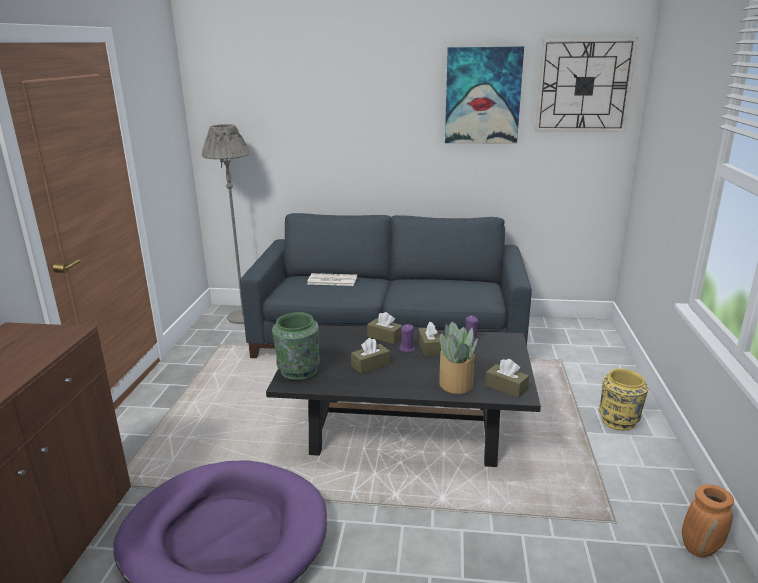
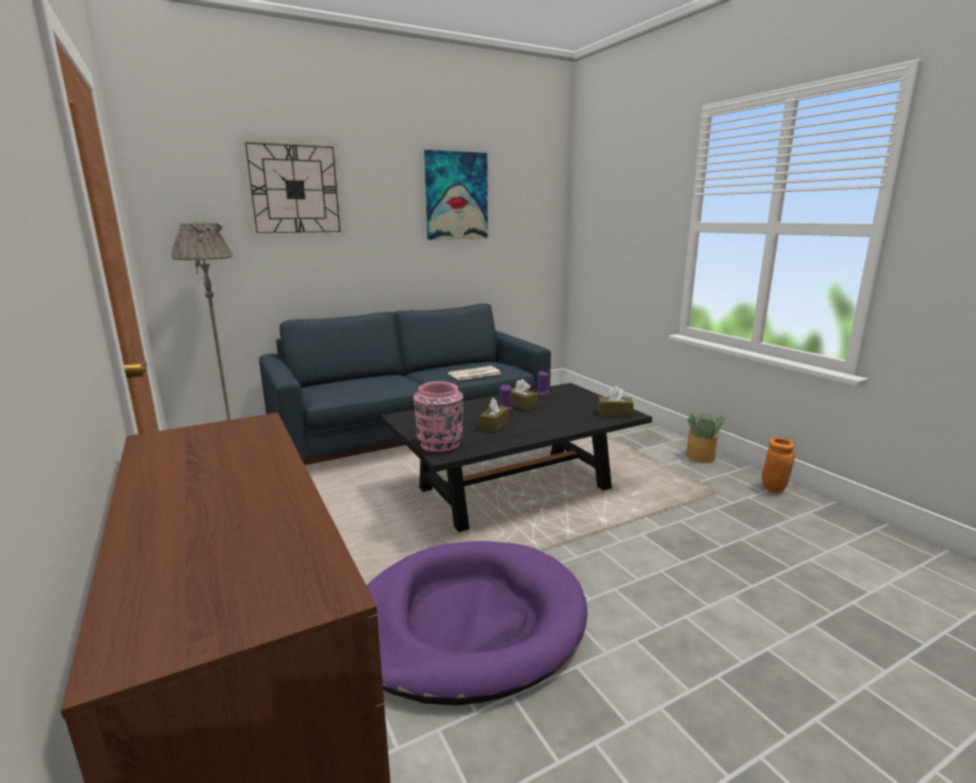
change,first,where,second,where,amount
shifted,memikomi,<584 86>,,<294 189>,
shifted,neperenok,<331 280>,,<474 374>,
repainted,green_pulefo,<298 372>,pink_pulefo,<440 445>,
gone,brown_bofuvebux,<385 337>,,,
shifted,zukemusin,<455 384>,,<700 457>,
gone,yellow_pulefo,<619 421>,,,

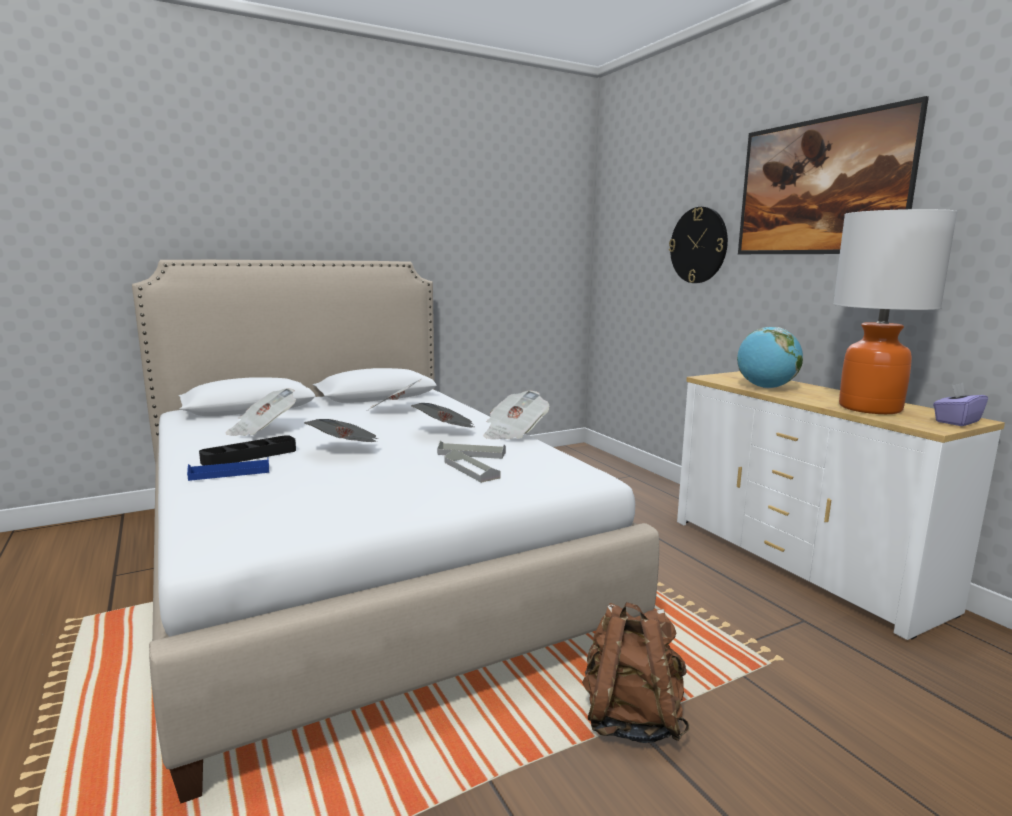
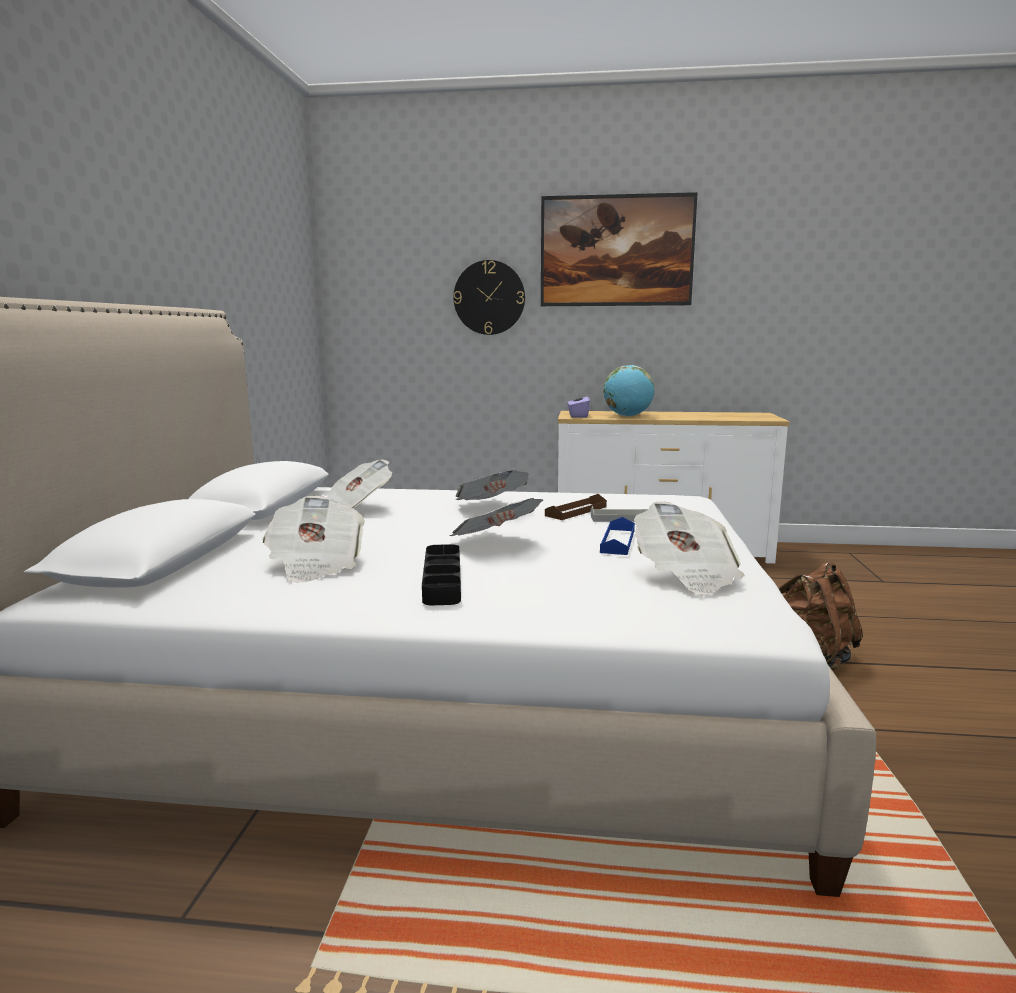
change,first,where,second,where,amount
gone,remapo,<870 408>,,,
shifted,purple_bofuvebux,<956 421>,,<578 416>,
shifted,neperenok,<513 433>,,<686 575>,
repainted,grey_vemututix,<471 453>,brown_vemututix,<576 511>,
shifted,blue_vemututix,<230 472>,,<617 541>,

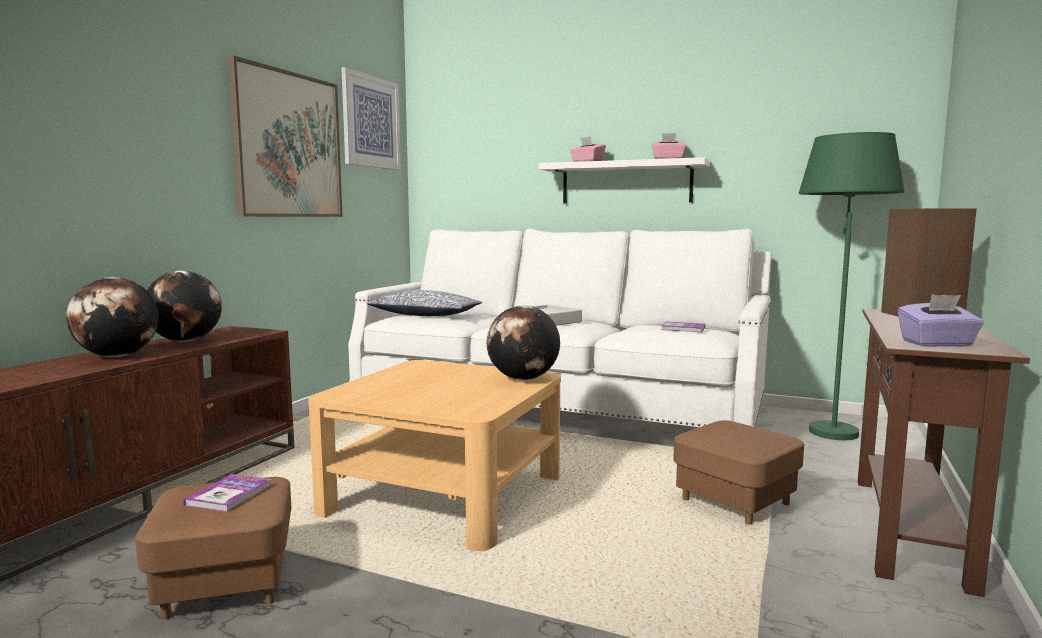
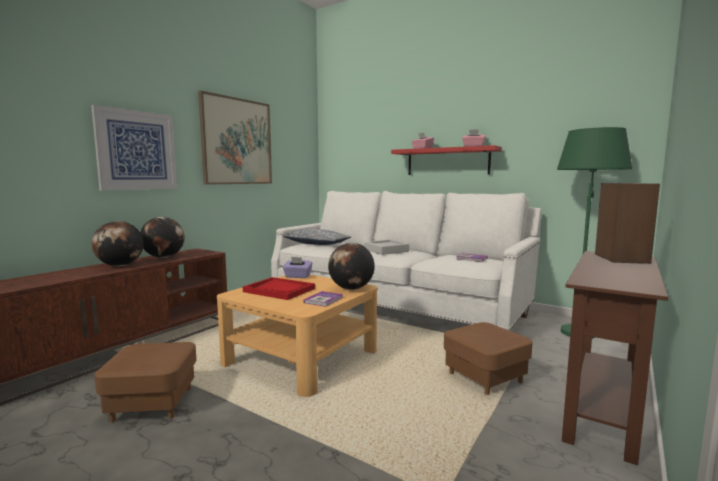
change,first,where,second,where,amount
shifted,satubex,<371 122>,,<137 150>,
repainted,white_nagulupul,<626 183>,red_nagulupul,<447 161>,
shifted,purple_bofuvebux,<937 344>,,<297 276>,
shifted,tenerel,<229 495>,,<323 300>,
new,,,red_vemututix,<279 290>,

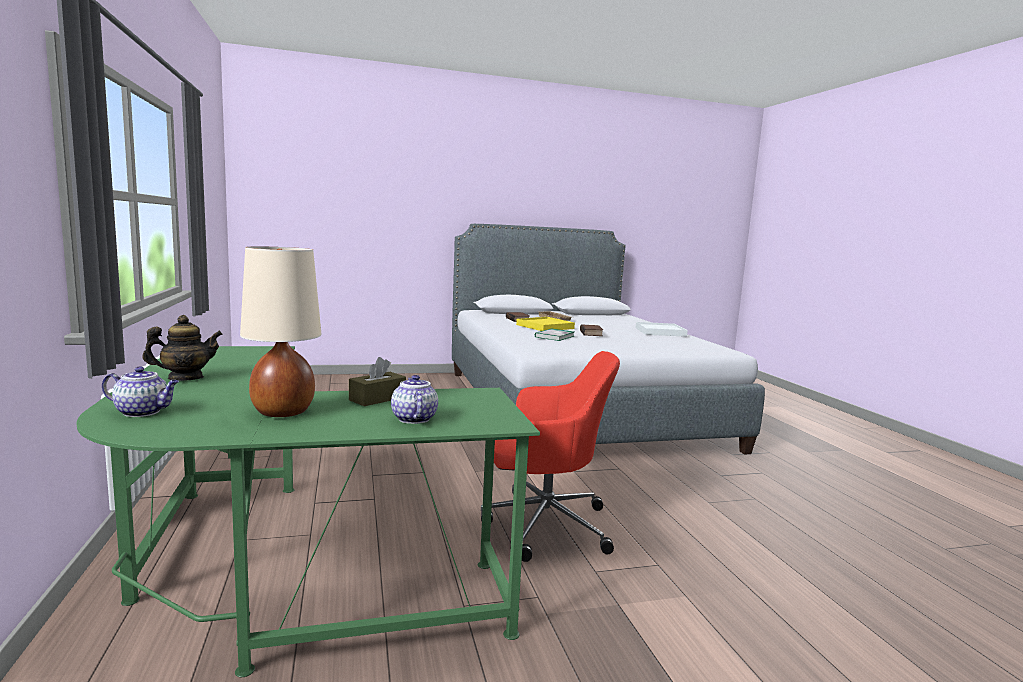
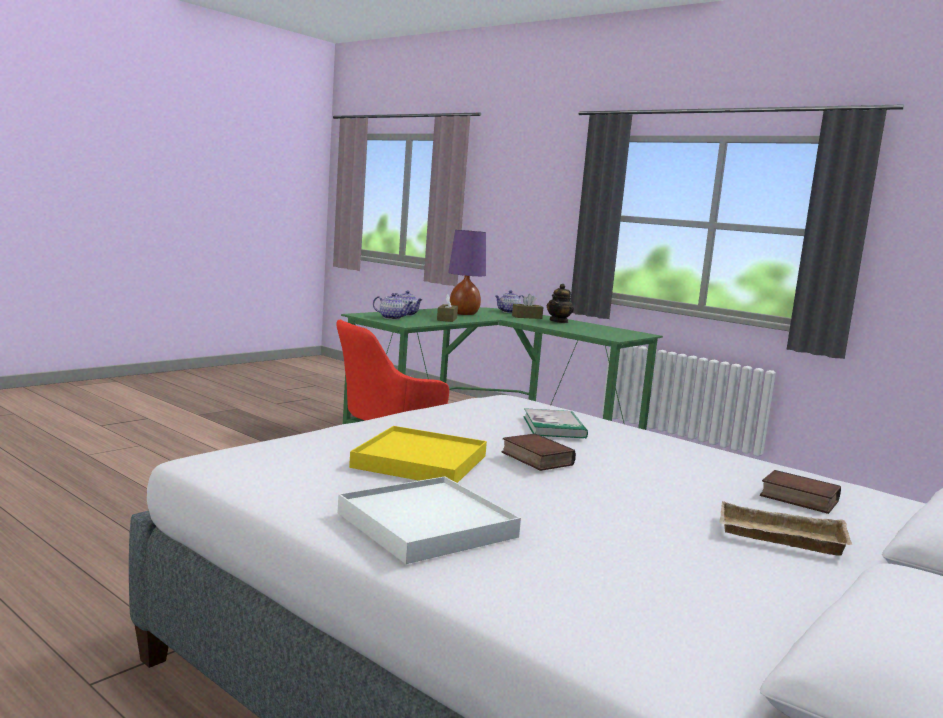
change,first,where,second,where,amount
repainted,beige_remapo,<282 412>,purple_remapo,<464 314>,
shifted,yellow_vemututix,<545 327>,,<420 461>,
new,,,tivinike,<392 318>,
new,,,brown_bofuvebux,<527 317>,

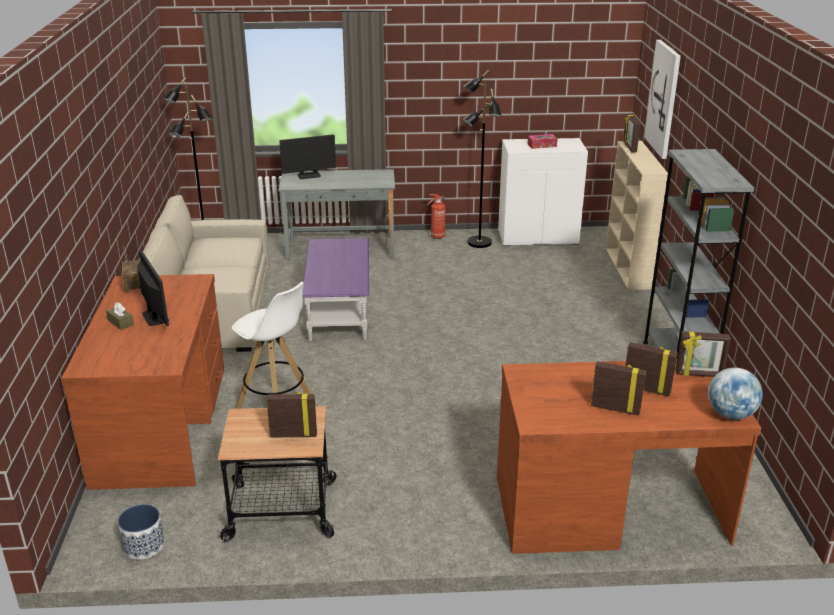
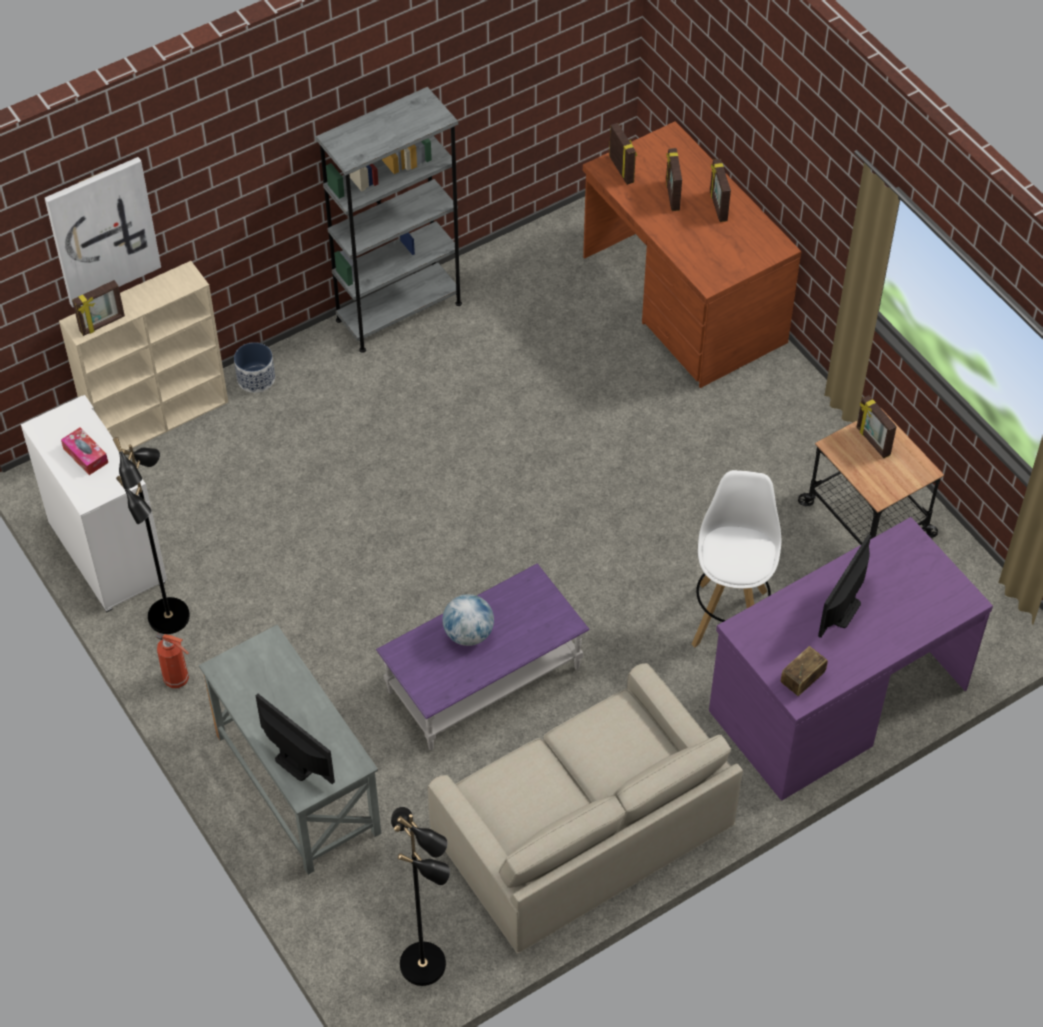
change,first,where,second,where,amount
repainted,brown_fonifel,<163 426>,purple_fonifel,<836 699>,
gone,brown_bofuvebux,<120 322>,,,
shifted,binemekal,<730 415>,,<468 634>,
shifted,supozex,<144 546>,,<256 378>,

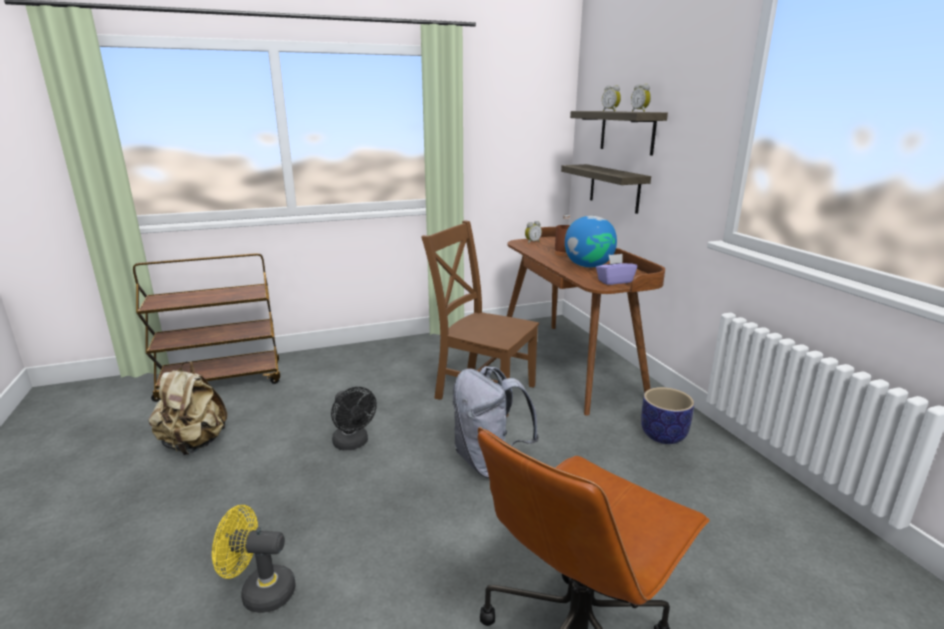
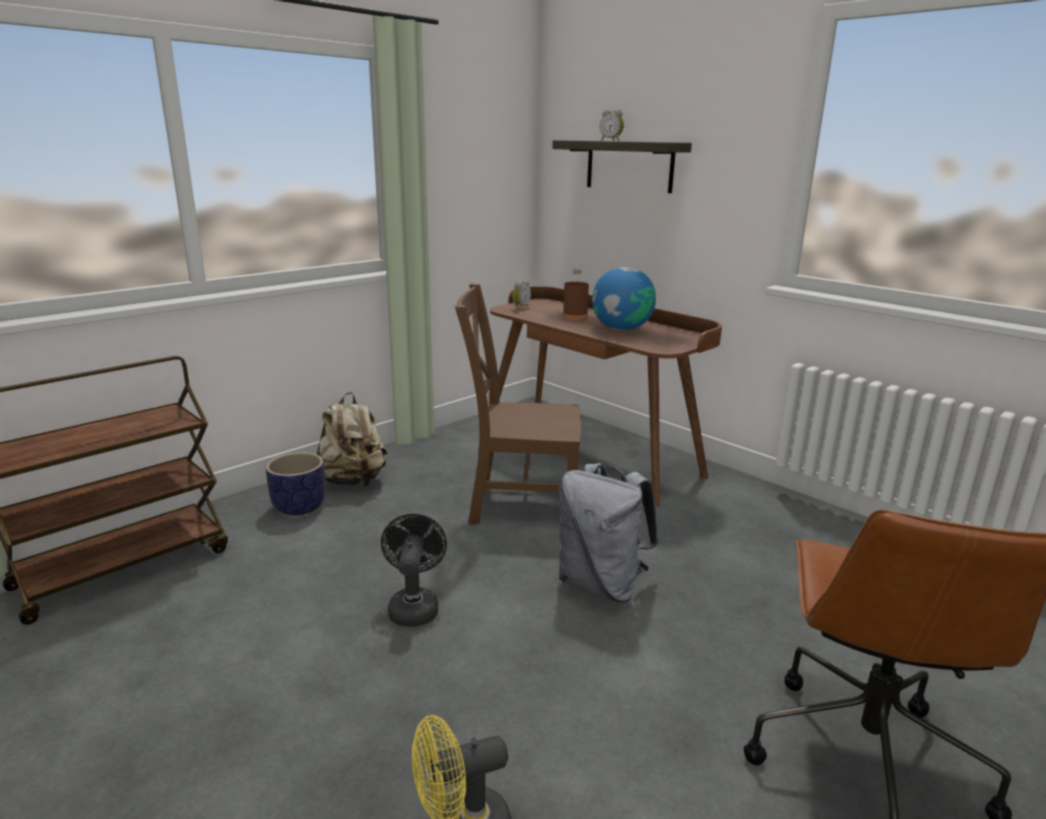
change,first,where,second,where,amount
gone,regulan,<640 111>,,,
gone,nagulupul,<614 188>,,,
gone,purple_bofuvebux,<614 281>,,,
shifted,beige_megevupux,<194 444>,,<353 481>,
rotated,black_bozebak,<353 444>,,<414 606>,120 degrees counterclockwise
shifted,supozex,<662 435>,,<298 507>,

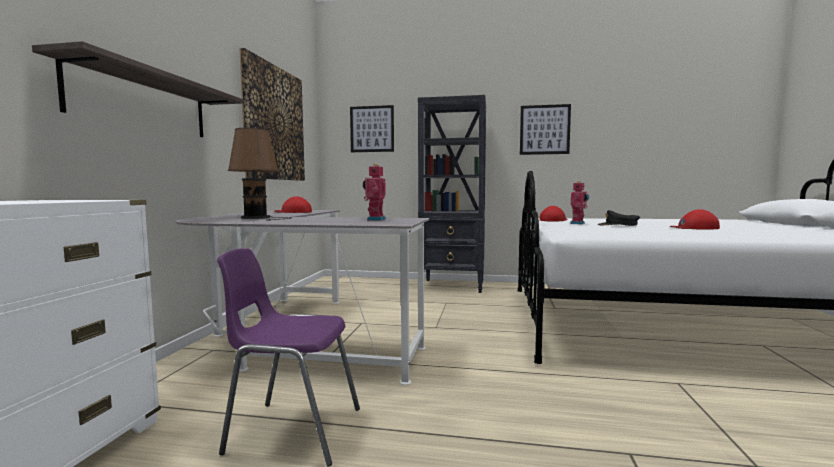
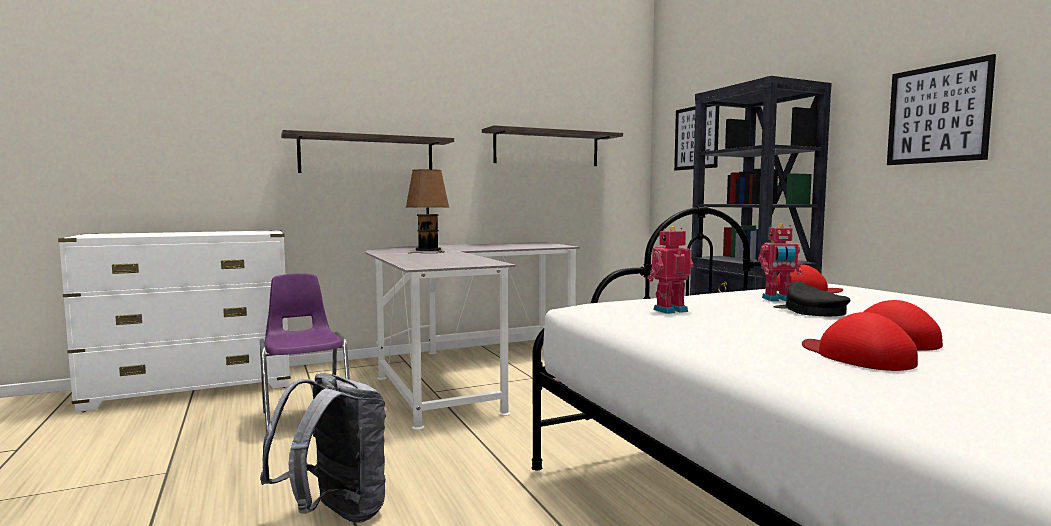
change,first,where,second,where,amount
swapped,satubex,<274 123>,nagulupul,<547 148>,
shifted,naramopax,<375 219>,,<669 310>,
shifted,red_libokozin,<293 212>,,<856 356>,
new,,,grey_megevupux,<334 514>,

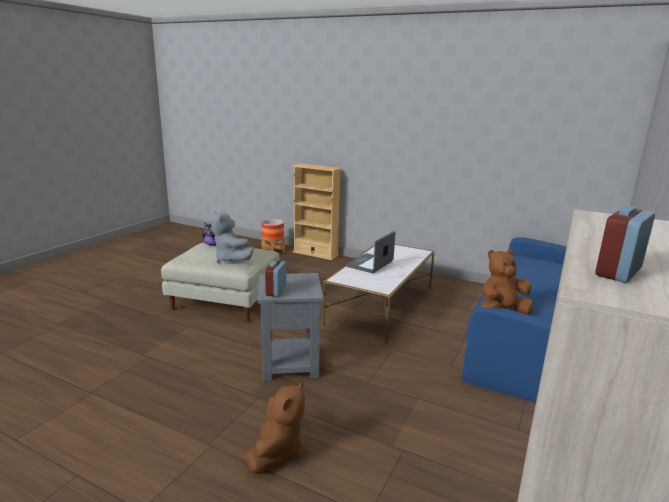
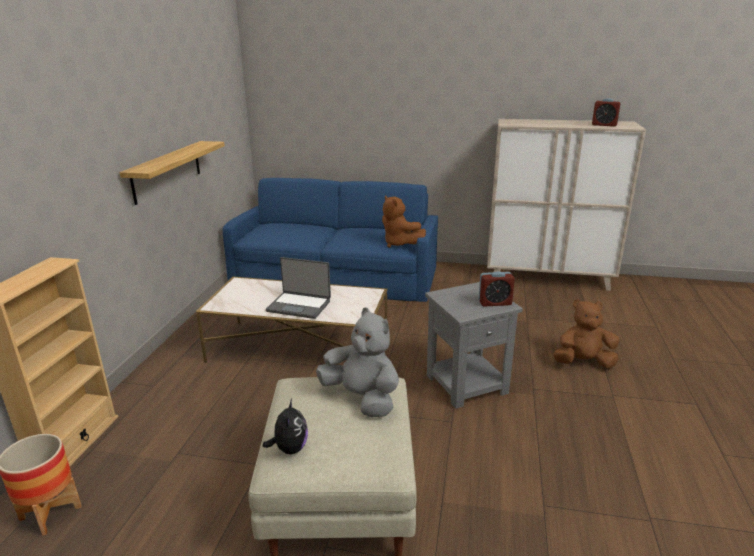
change,first,where,second,where,amount
rotated,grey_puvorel,<231 260>,,<362 398>,90 degrees counterclockwise
new,,,nagulupul,<167 171>,

